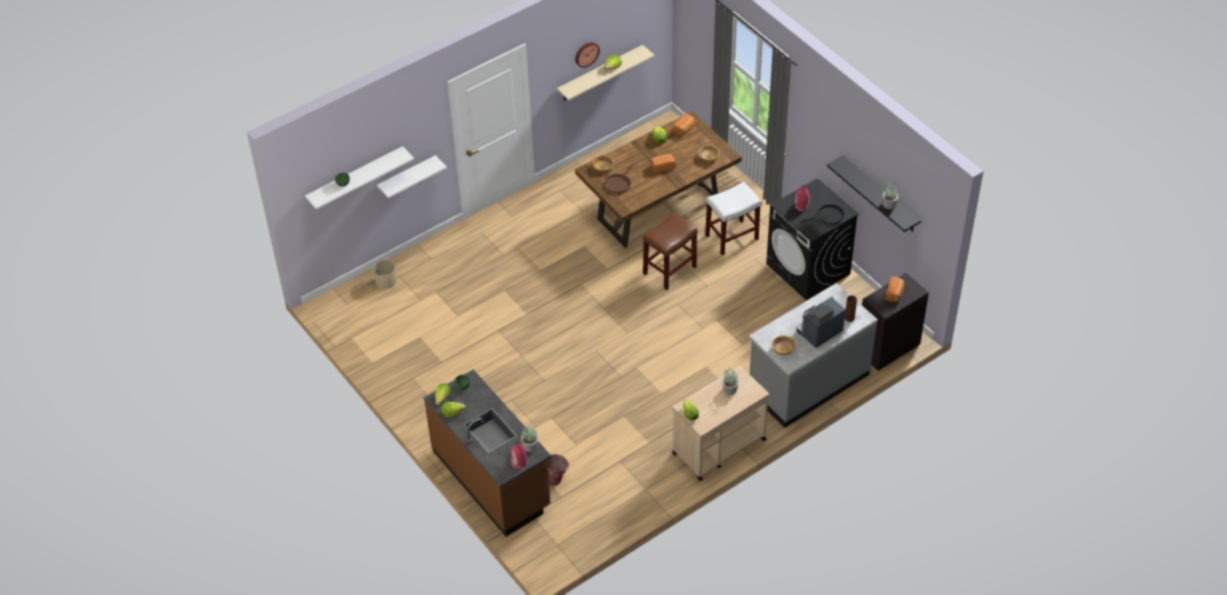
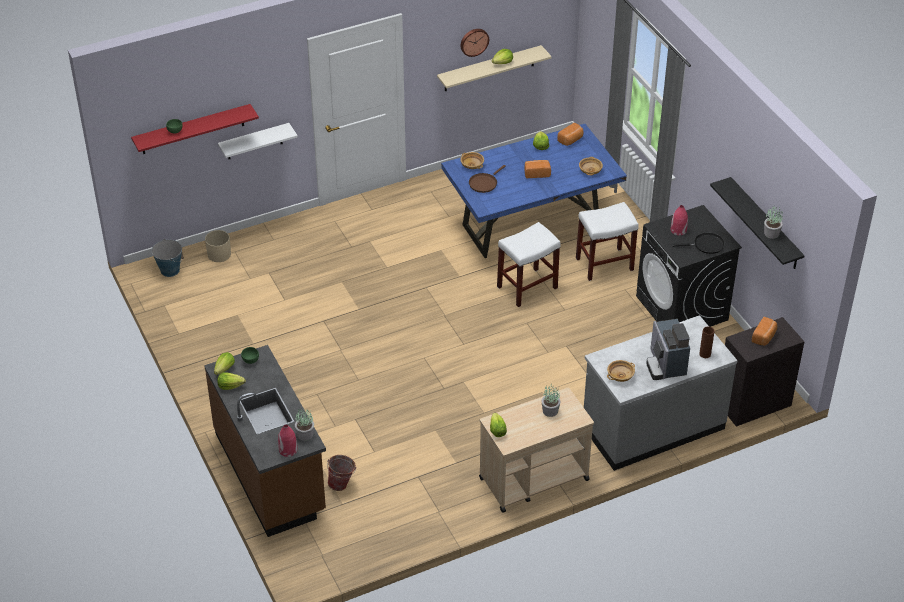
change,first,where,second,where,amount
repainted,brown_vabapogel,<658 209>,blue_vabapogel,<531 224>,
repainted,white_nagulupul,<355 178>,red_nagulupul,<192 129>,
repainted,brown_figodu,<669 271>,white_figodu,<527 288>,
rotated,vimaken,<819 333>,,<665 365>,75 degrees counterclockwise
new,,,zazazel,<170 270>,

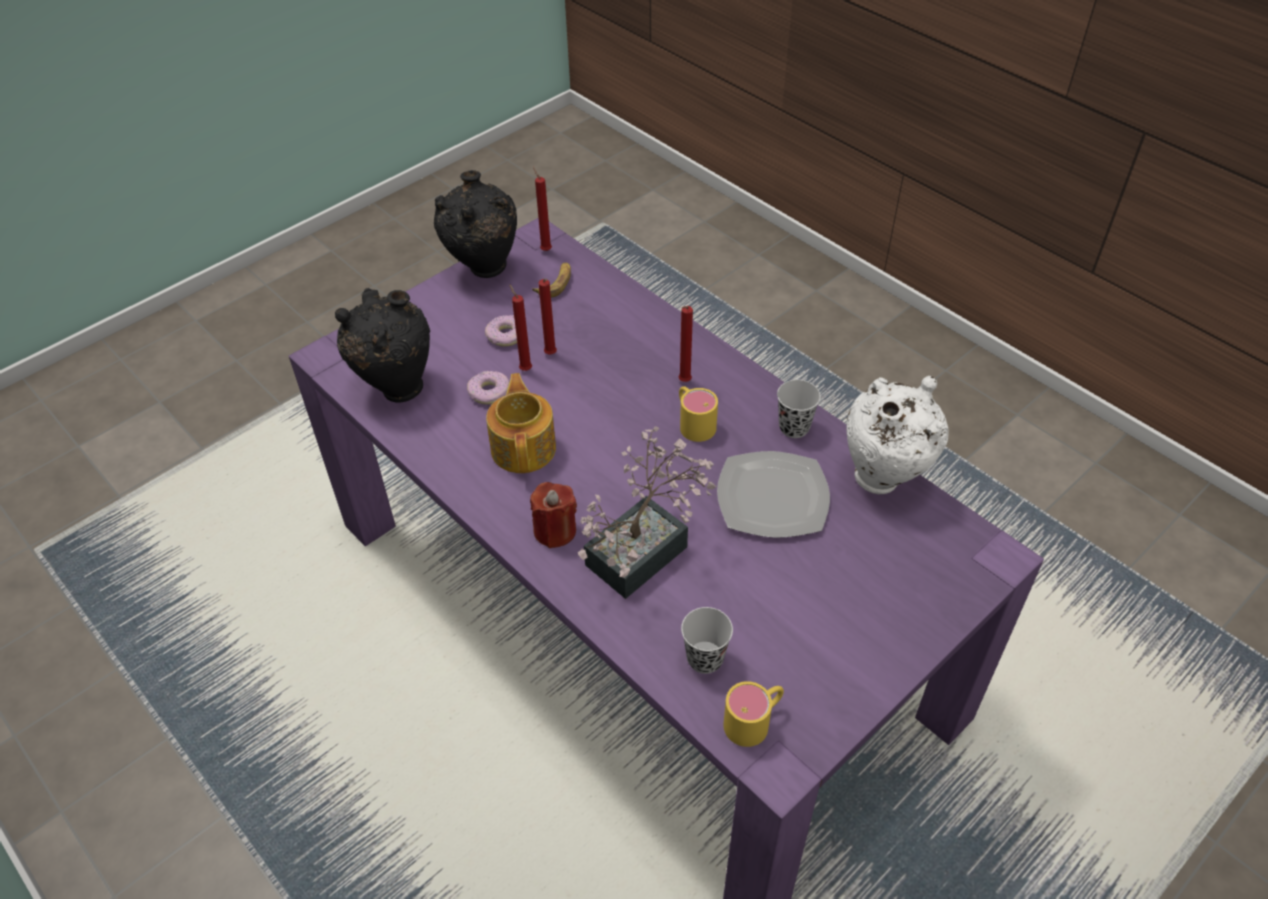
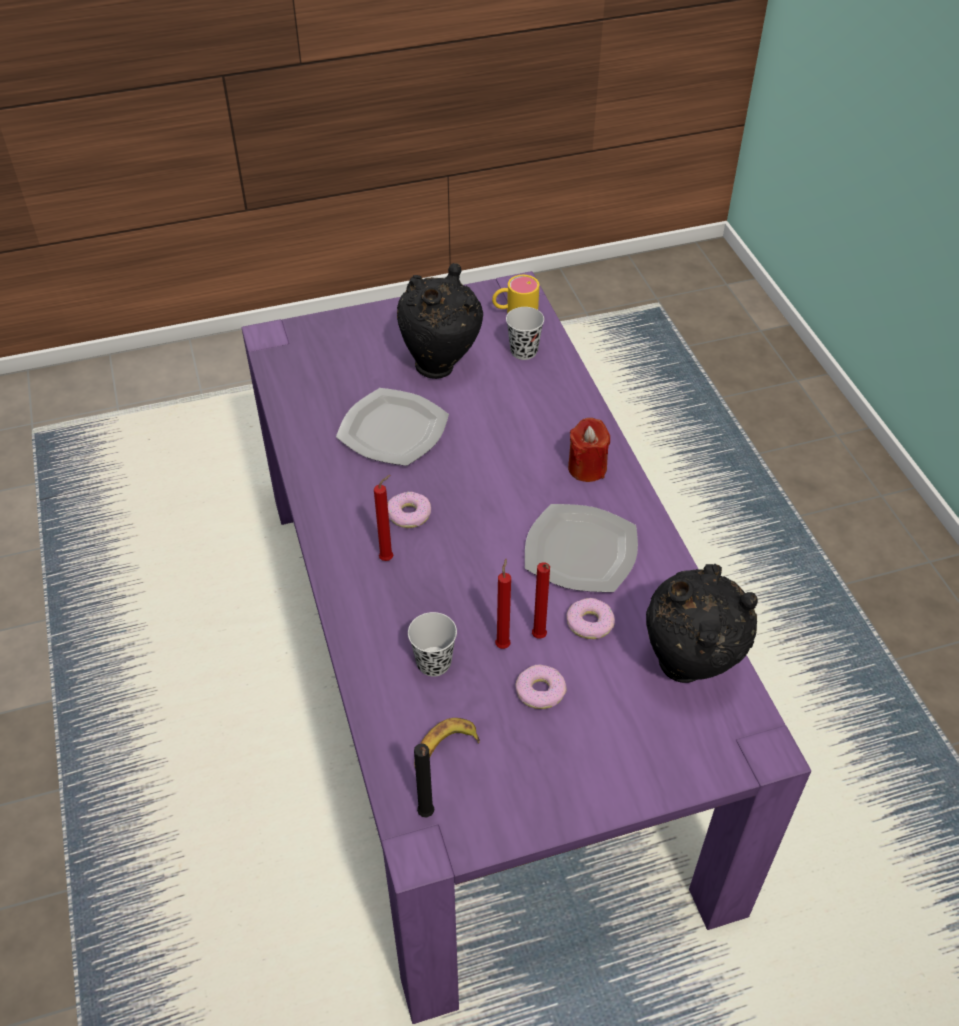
change,first,where,second,where,amount
repainted,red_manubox,<545 249>,black_manubox,<426 815>,
shifted,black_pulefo,<483 270>,,<441 366>,
swapped,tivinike,<524 447>,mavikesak,<580 550>,
gone,white_pulefo,<884 479>,,,
shifted,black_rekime,<794 427>,,<433 663>,
swapped,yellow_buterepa,<693 422>,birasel,<409 515>,
gone,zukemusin,<646 549>,,,

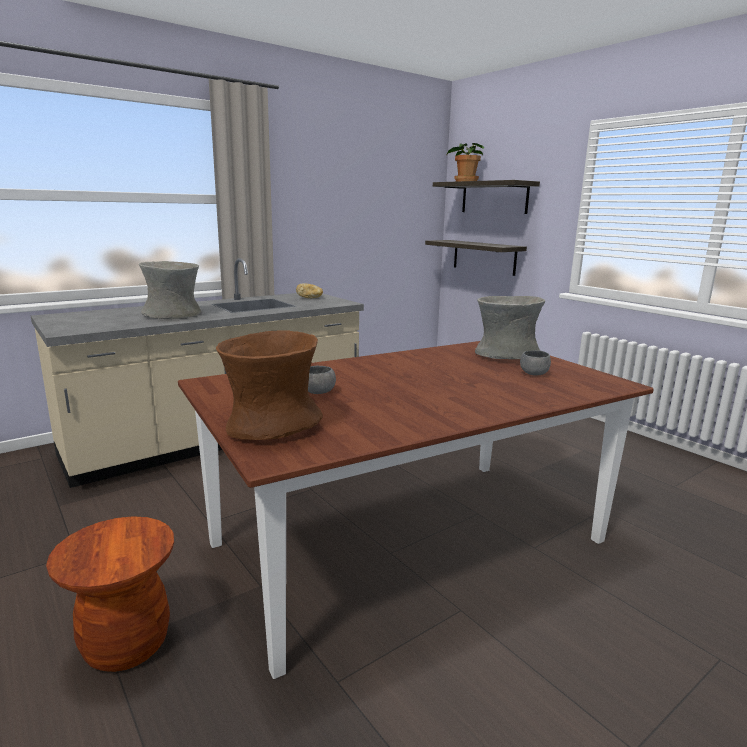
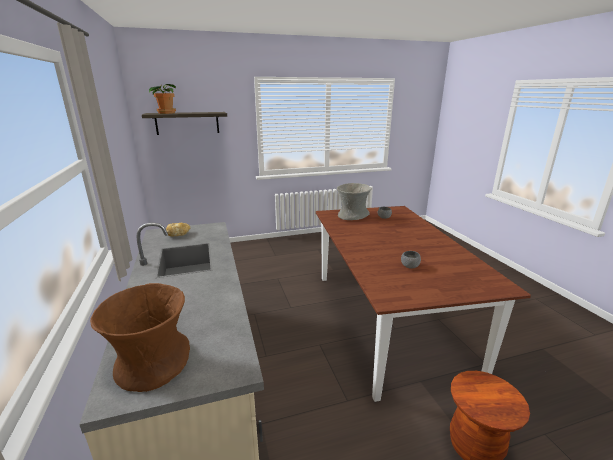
change,first,where,second,where,amount
gone,nagulupul,<484 257>,,,
gone,grey_pulefo,<173 314>,,,
shifted,brown_pulefo,<272 426>,,<152 363>,

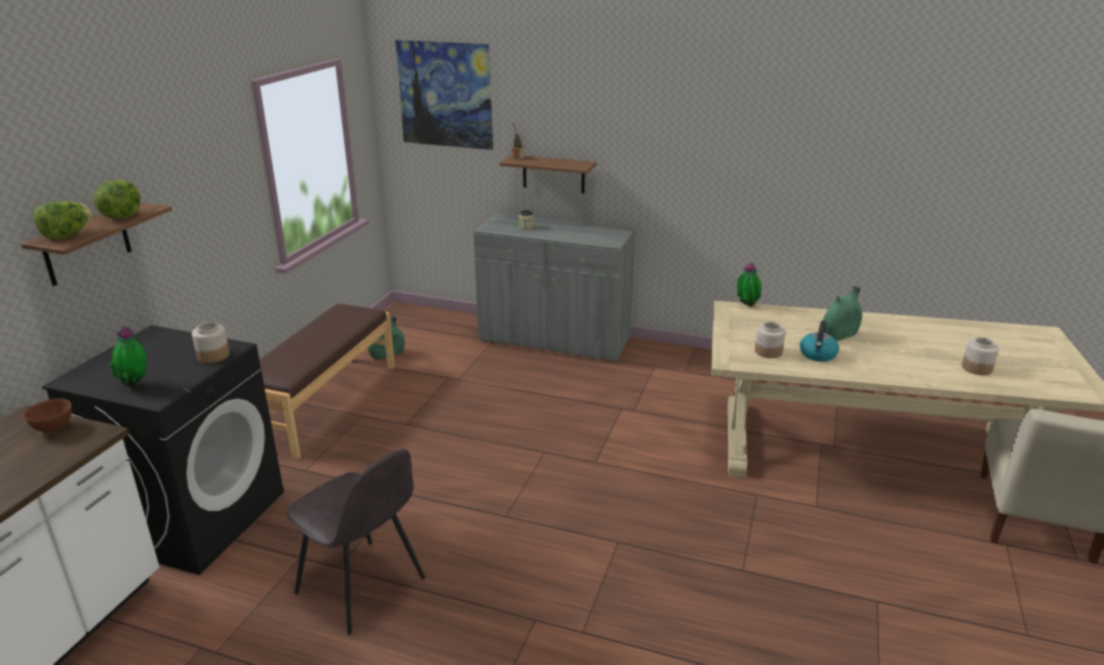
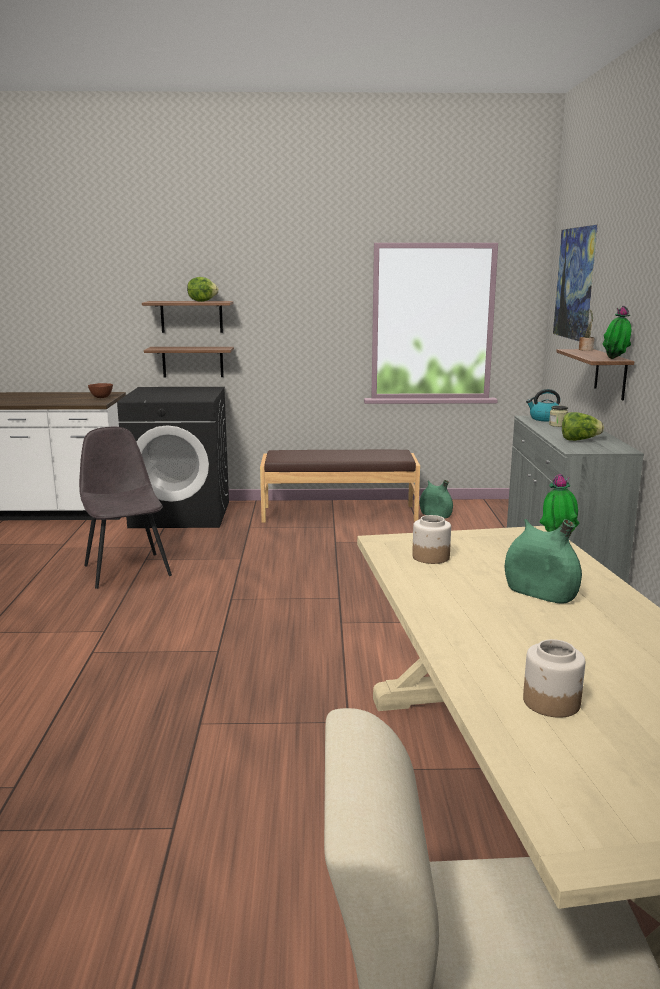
change,first,where,second,where,amount
shifted,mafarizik,<68 235>,,<579 440>,
shifted,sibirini,<818 355>,,<544 419>,
gone,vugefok,<213 356>,,,
shifted,zukemusin,<136 385>,,<615 359>,
rotated,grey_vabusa,<363 587>,,<127 569>,135 degrees clockwise
new,,,nagulupul,<192 362>,

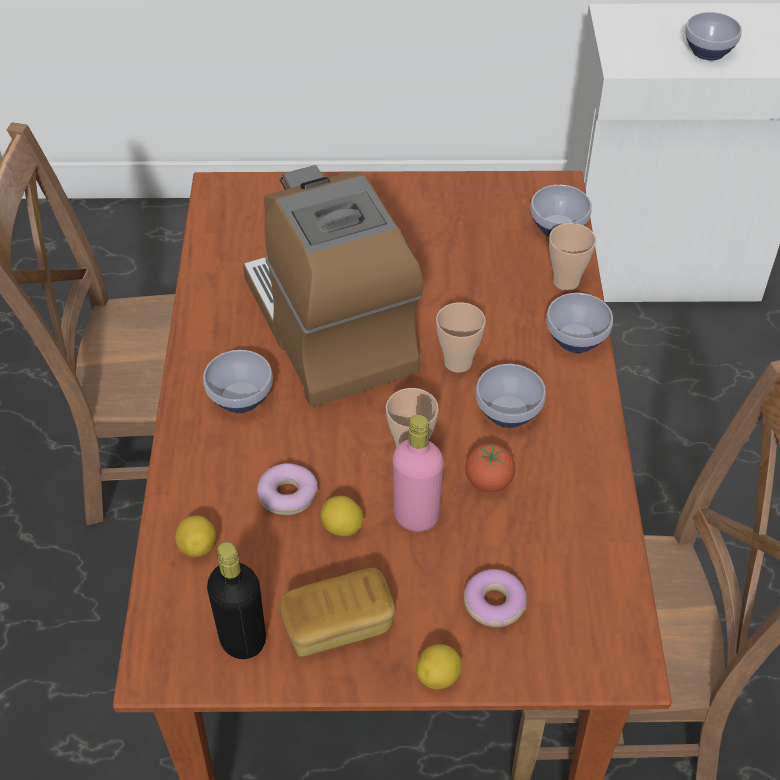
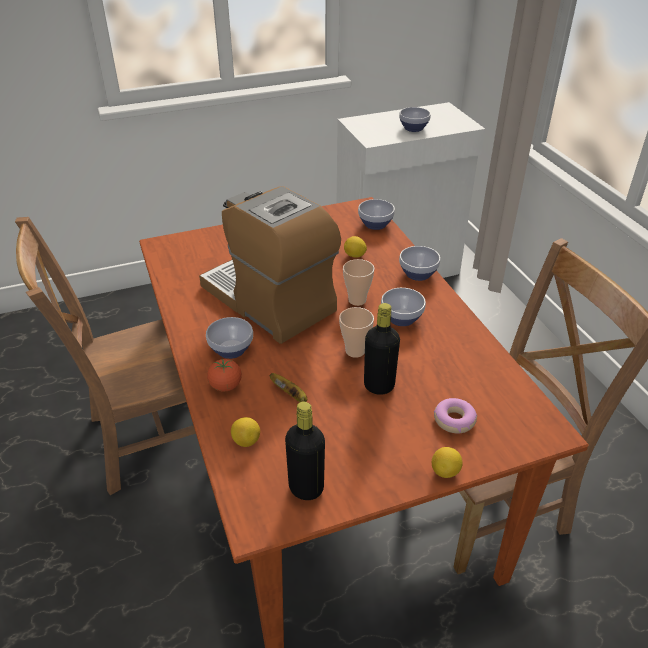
change,first,where,second,where,amount
gone,rekime,<566 281>,,,
repainted,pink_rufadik,<416 516>,black_rufadik,<379 386>,
shifted,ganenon,<488 481>,,<225 386>,
swapped,birasel,<288 495>,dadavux,<291 395>,
shifted,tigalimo,<342 528>,,<355 256>,
gone,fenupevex,<338 625>,,,

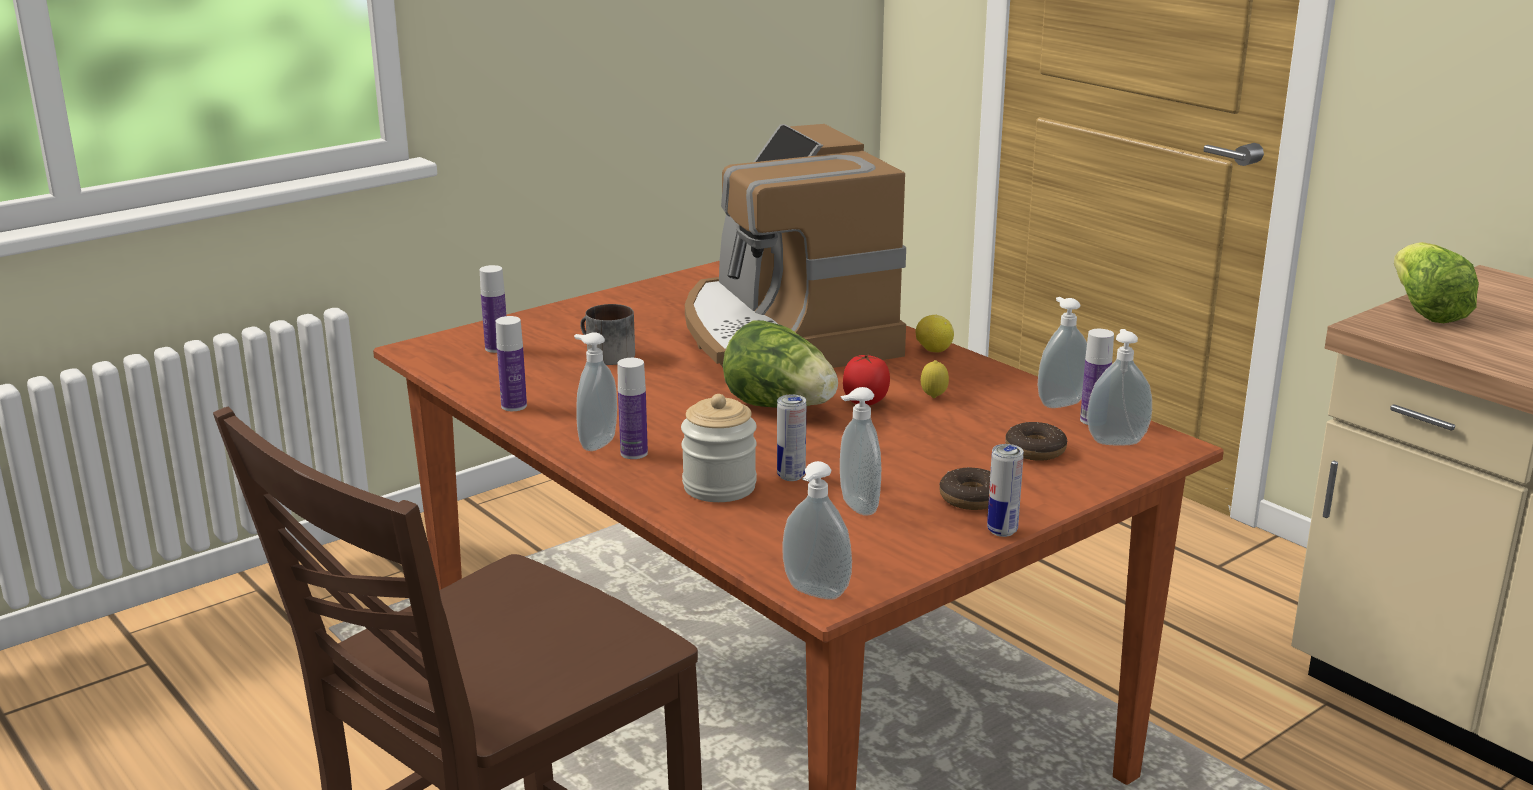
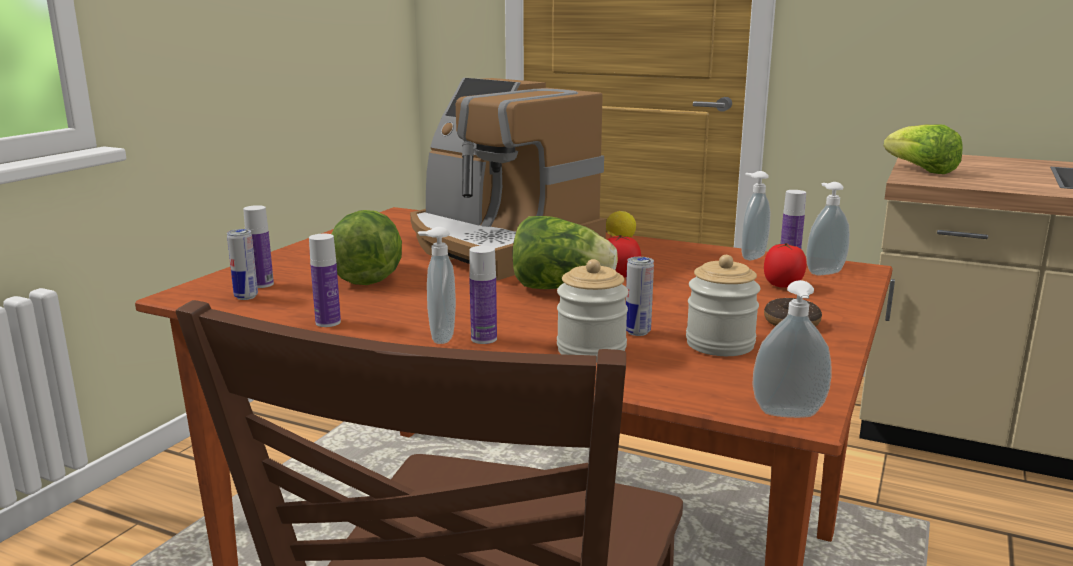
change,first,where,second,where,amount
swapped,buterepa,<604 355>,mafarizik,<368 276>,
gone,tigalimo,<933 398>,,,
swapped,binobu,<856 507>,vugefok,<720 344>,
swapped,birasel,<1035 450>,ganenon,<783 286>,
shifted,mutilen,<1002 531>,,<246 297>,

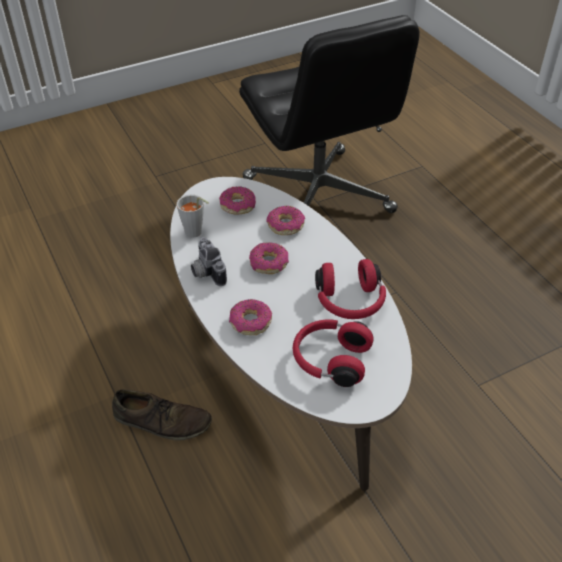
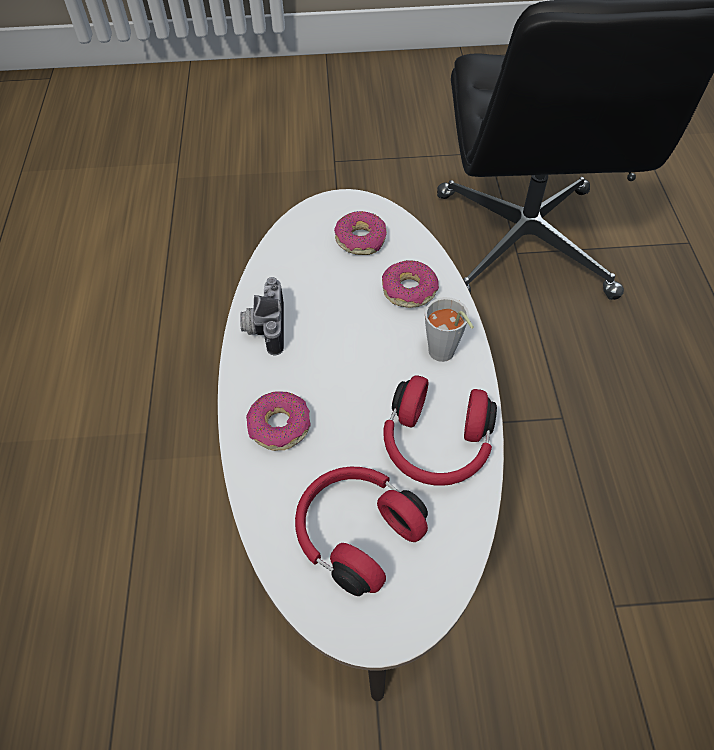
change,first,where,second,where,amount
shifted,grey_rekime,<196 233>,,<444 356>,
gone,birasel,<269 263>,,,
gone,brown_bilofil,<162 421>,,,

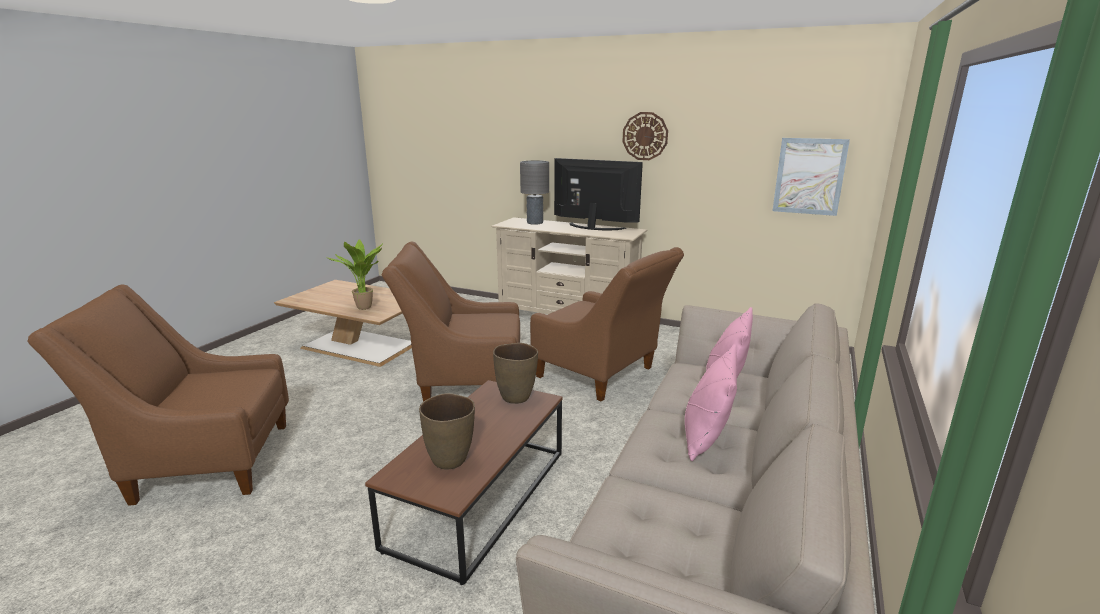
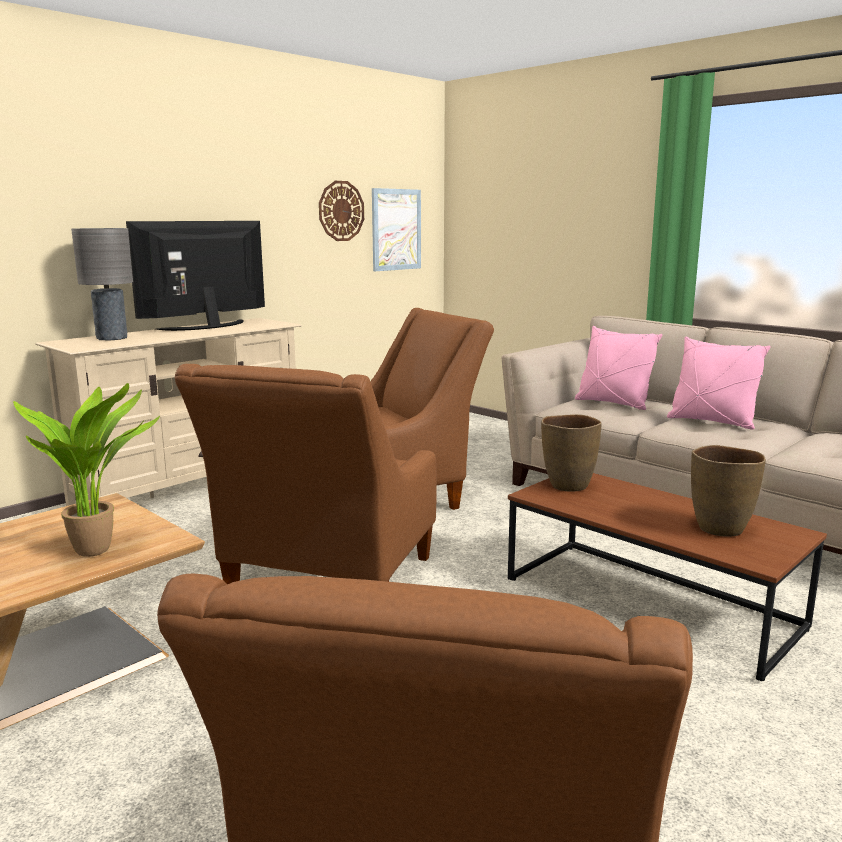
change,first,where,second,where,amount
shifted,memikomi,<645 136>,,<341 211>,

